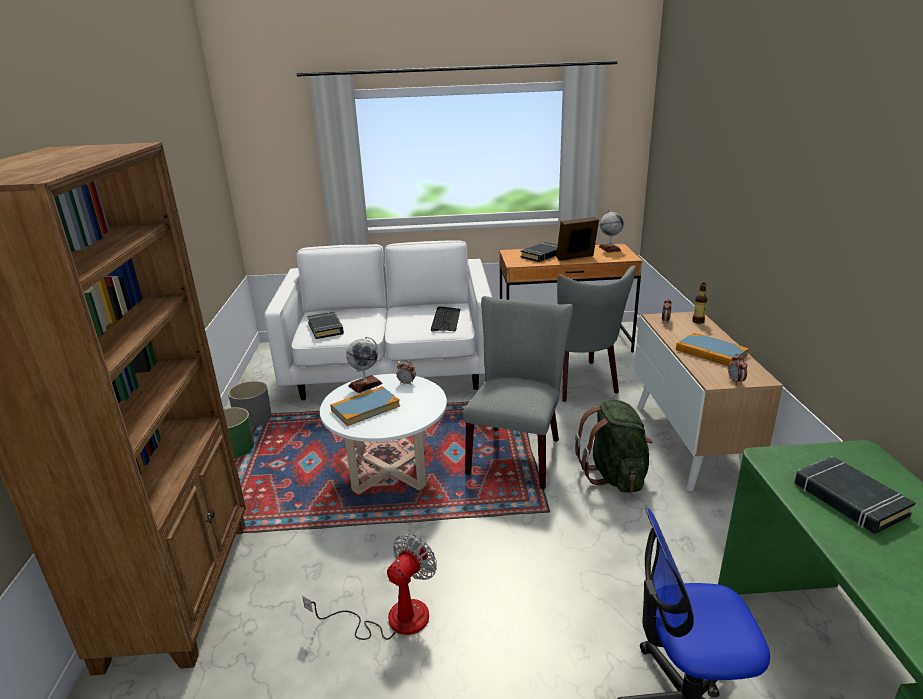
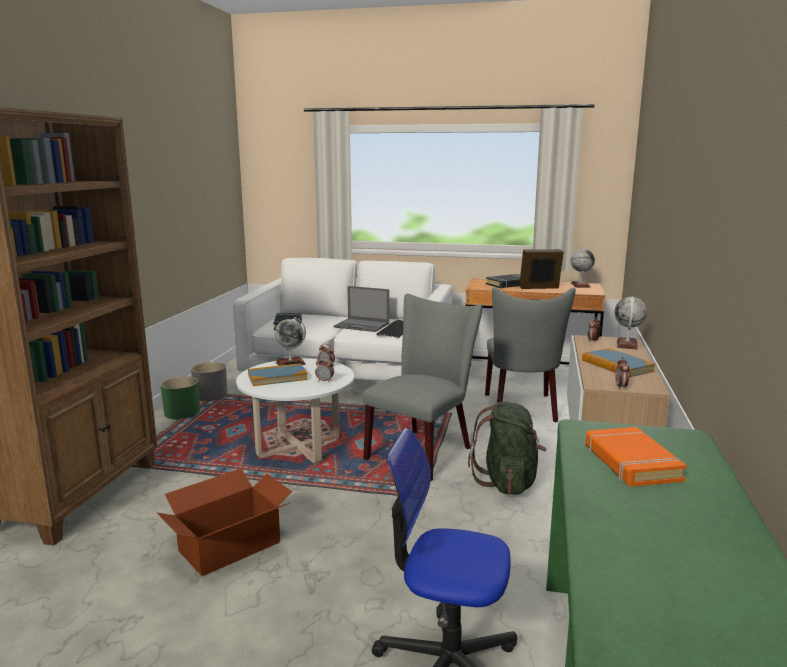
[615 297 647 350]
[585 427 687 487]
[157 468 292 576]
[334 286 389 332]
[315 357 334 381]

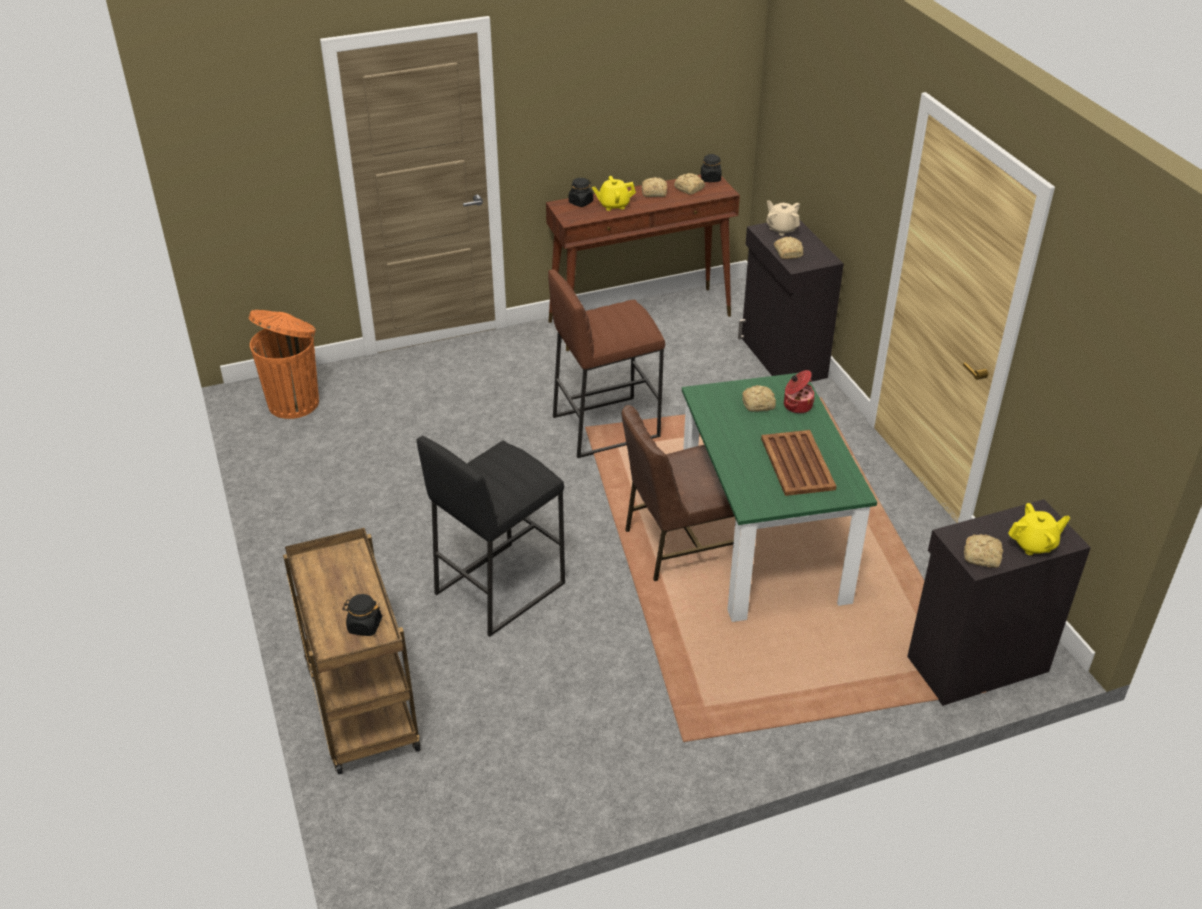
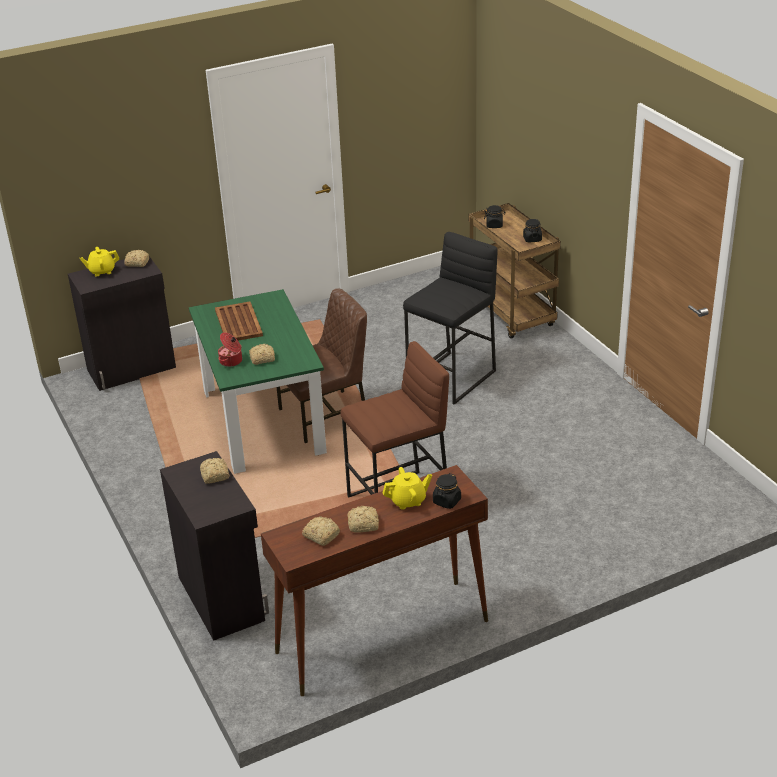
[523 219 542 242]
[767 200 800 236] (first image)
[249 310 319 419] (first image)

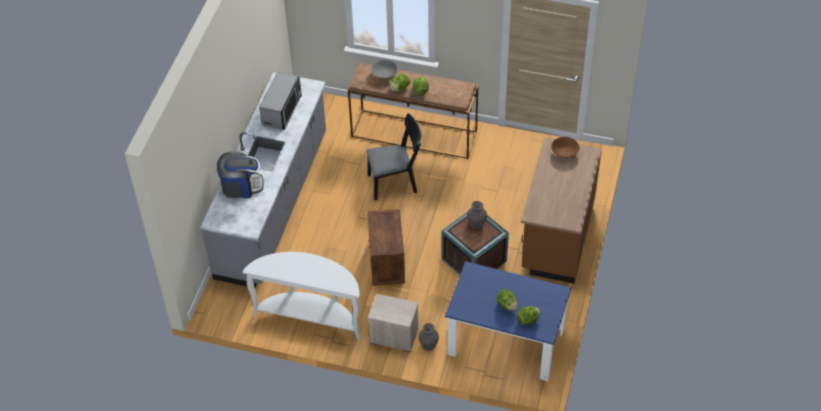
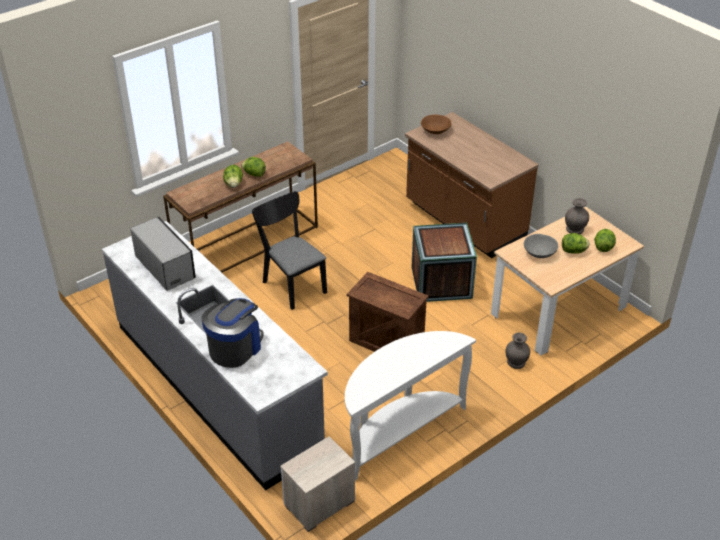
[524 234 559 258]
[252 191 327 310]
[565 198 589 234]
[491 207 644 355]
[280 436 355 532]

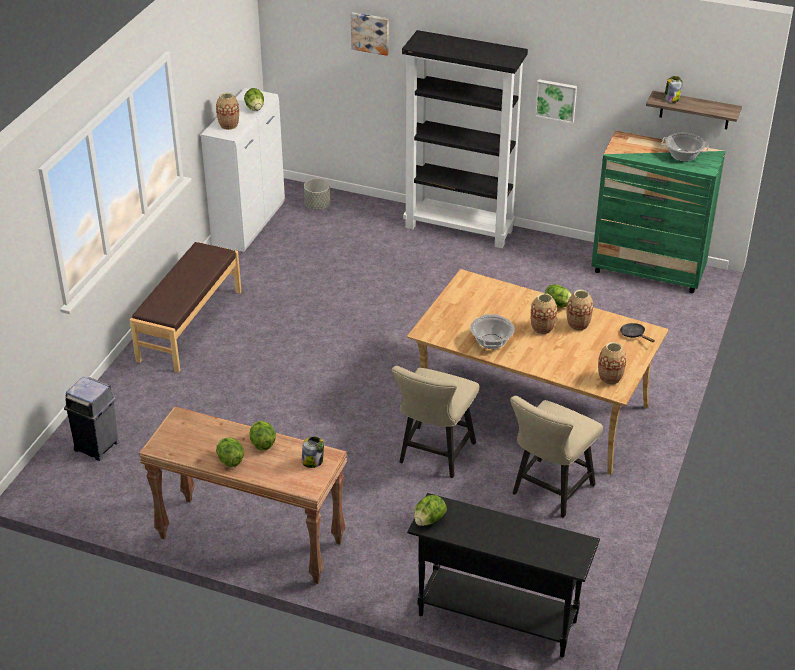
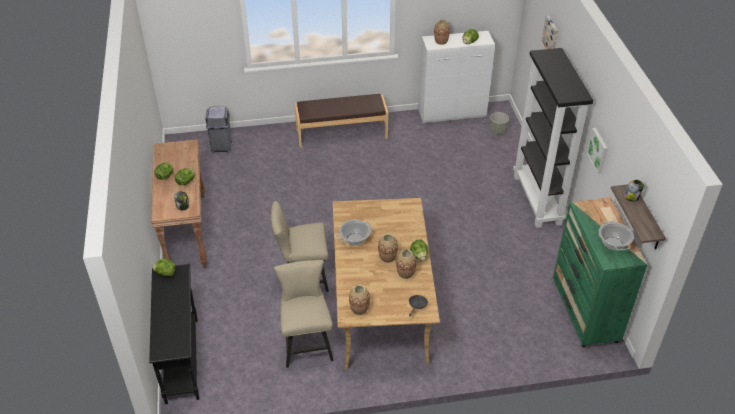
[274 260 334 368]

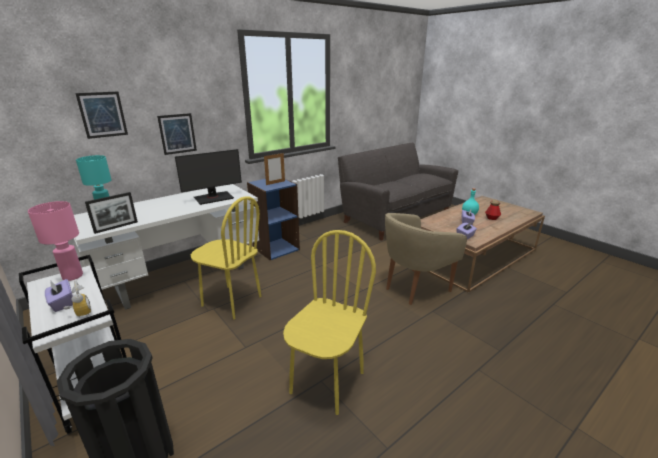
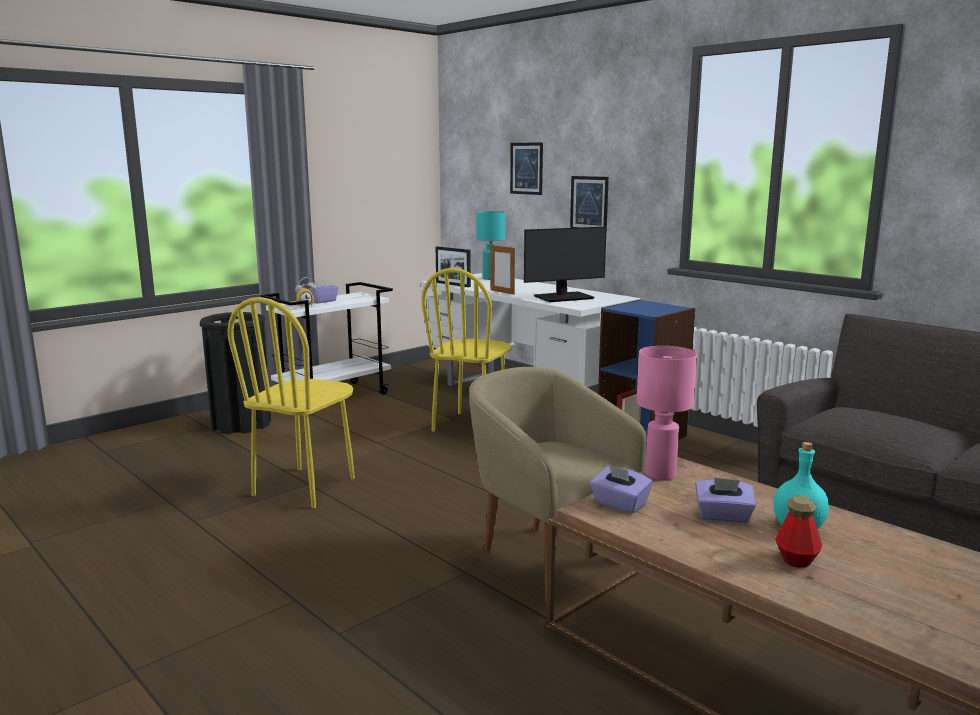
[524 227 607 302]
[491 245 515 295]
[637 346 697 480]
[228 297 355 508]

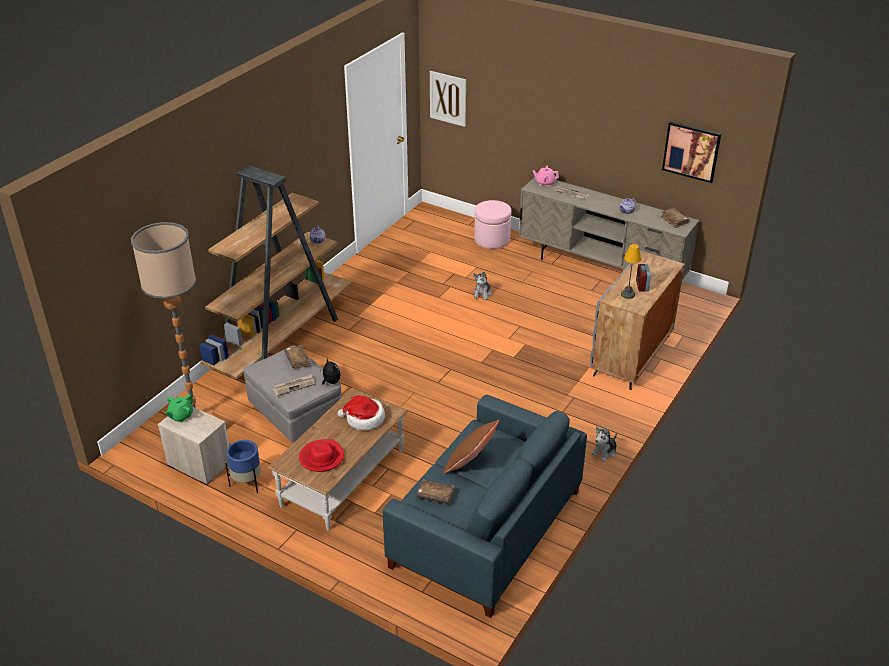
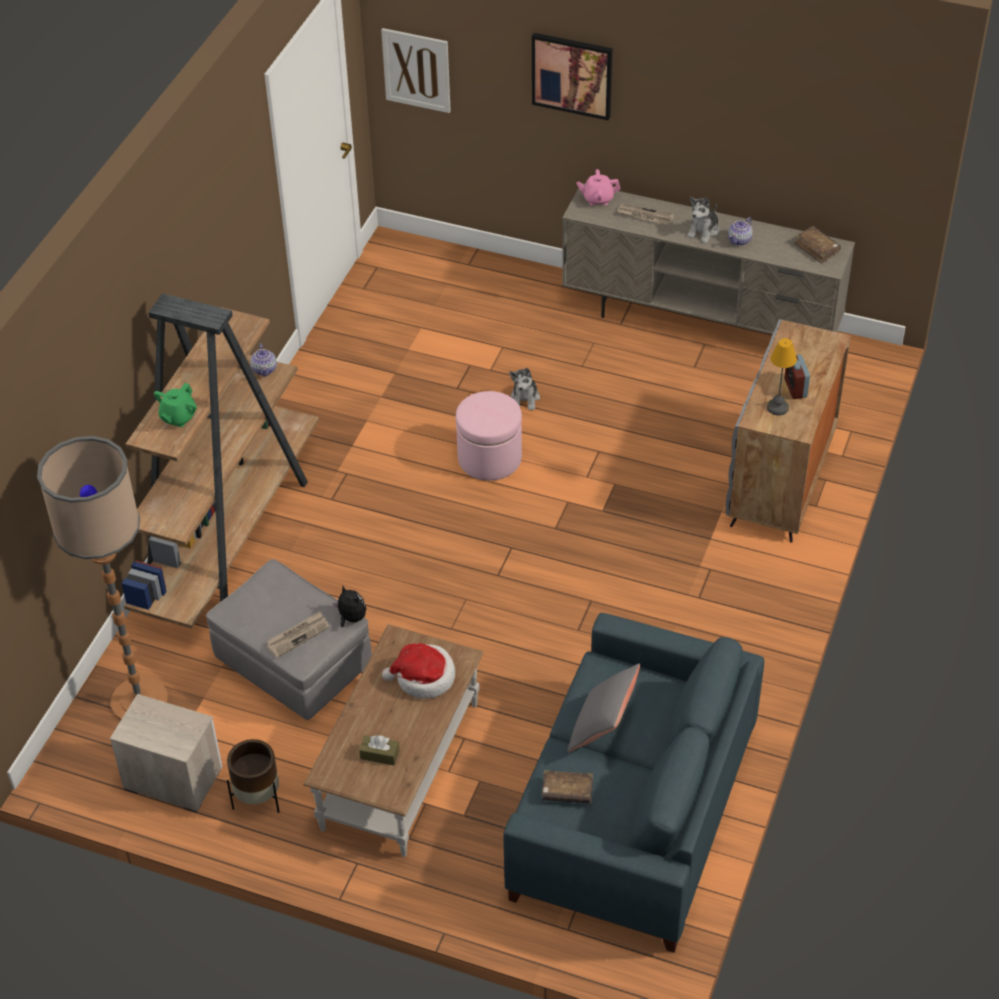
[532 33 612 121]
[456 391 522 481]
[284 345 311 369] (first image)
[154 383 197 427]
[567 663 640 753]
[687 197 719 244]
[359 735 400 765]
[227 739 279 813]

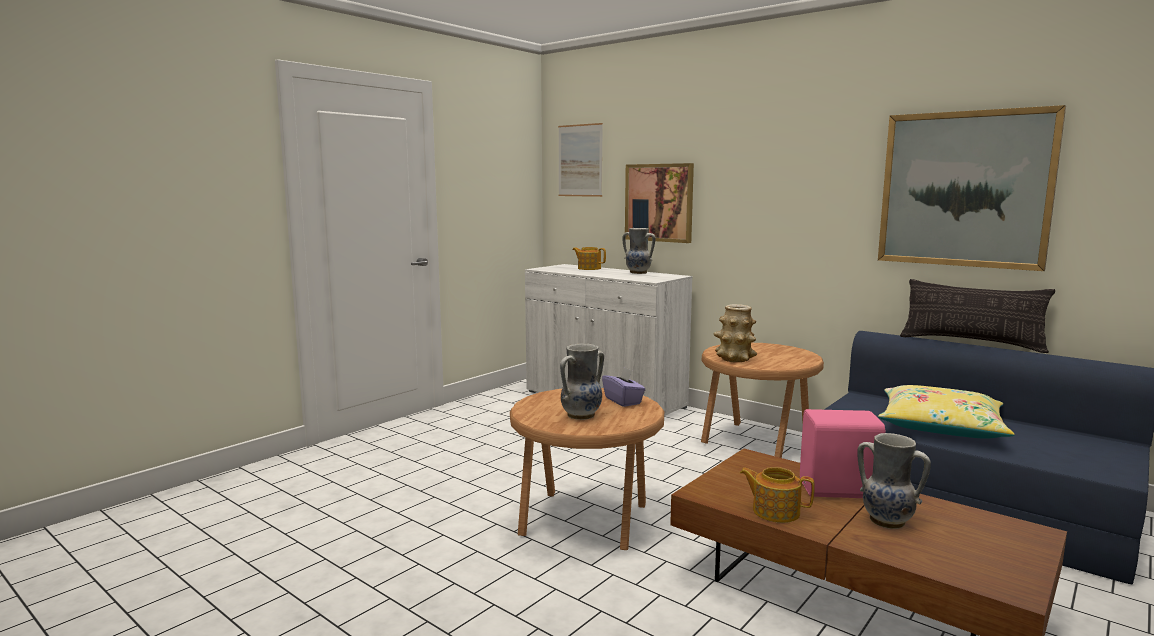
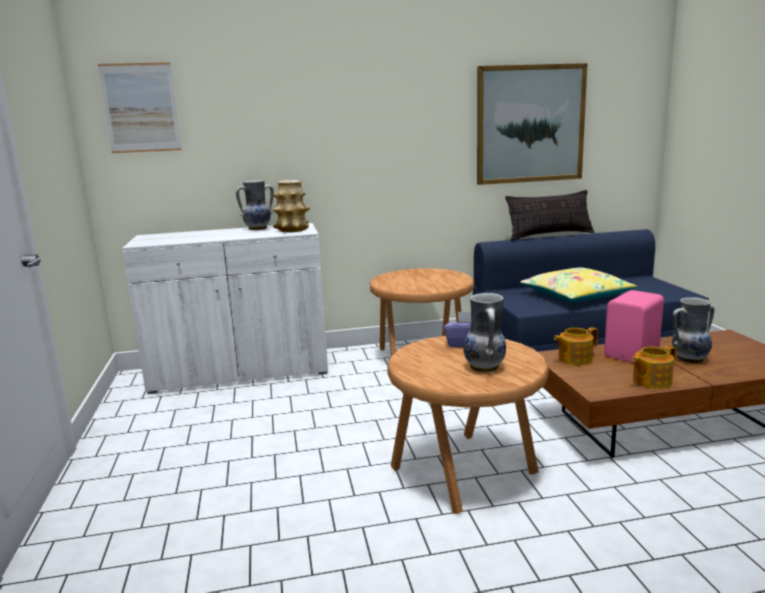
[625 163 694 243] (first image)
[554 327 598 365]
[273 180 310 232]

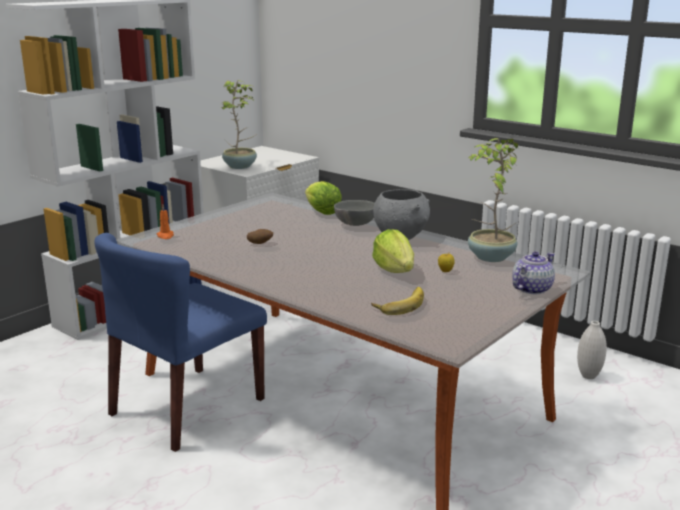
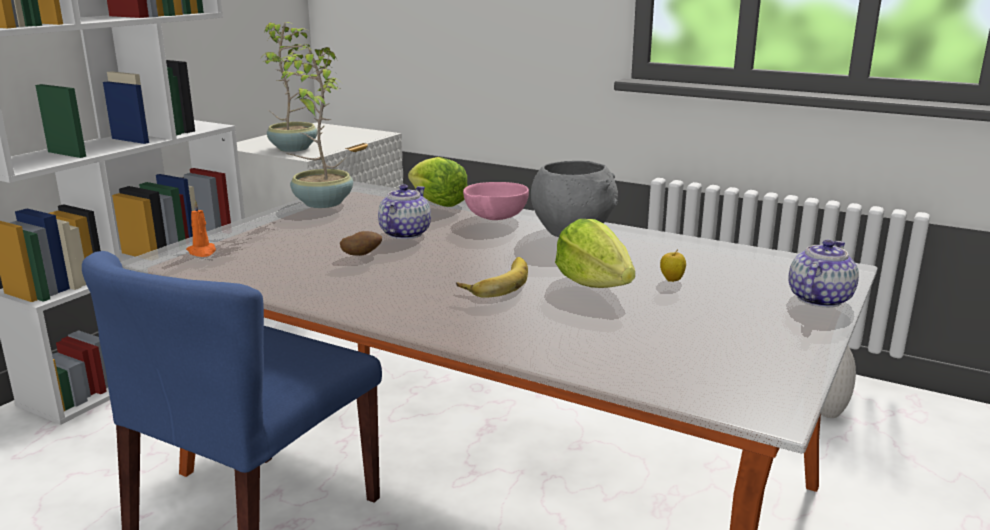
[279 47 353 208]
[463 182 529 220]
[456 257 528 298]
[378 184 431 239]

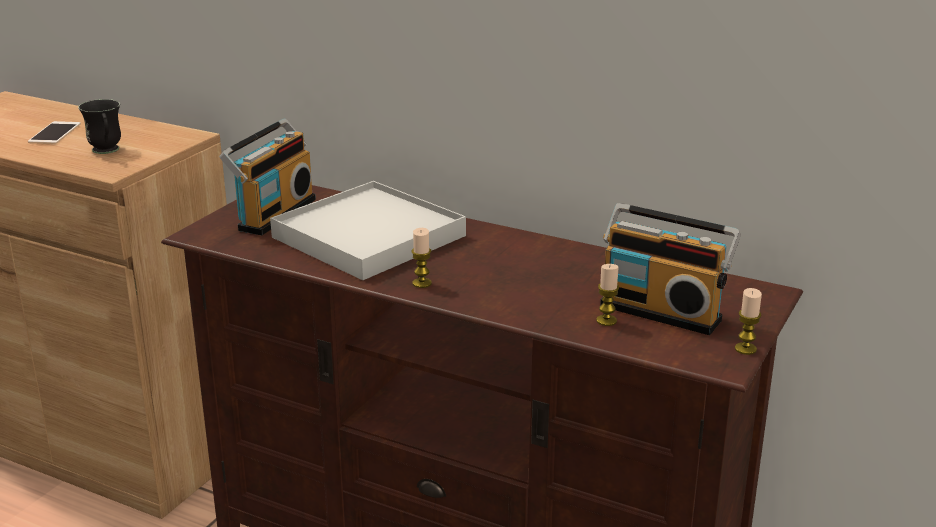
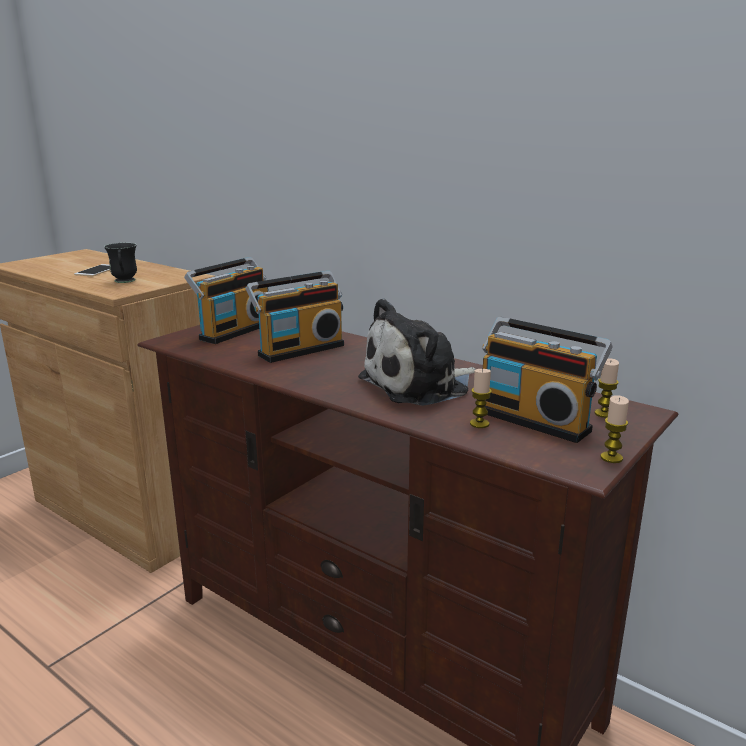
[246 271 344 363]
[594 358 619 418]
[358 298 476 406]

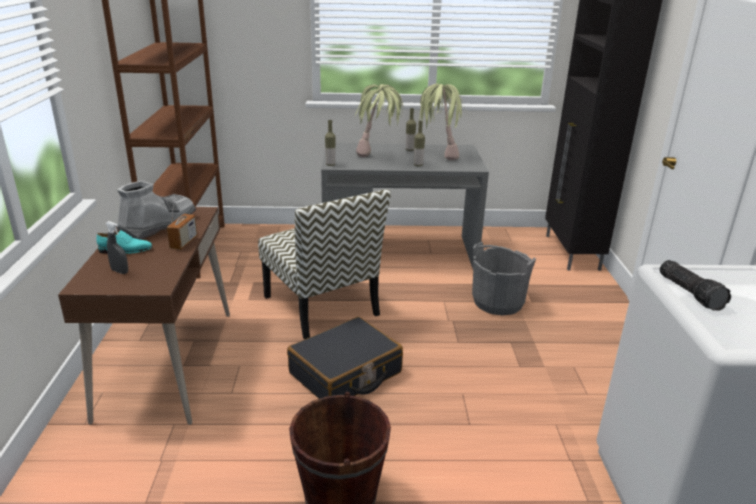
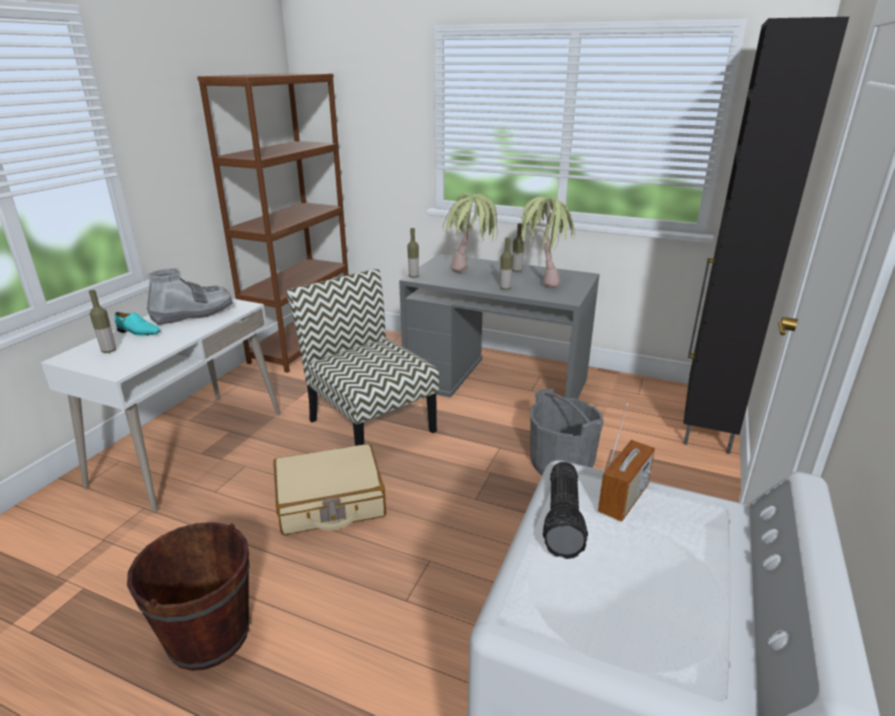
[286 269 439 446]
[598 403 655 522]
[41 299 280 513]
[89 290 116 353]
[274 444 386 535]

